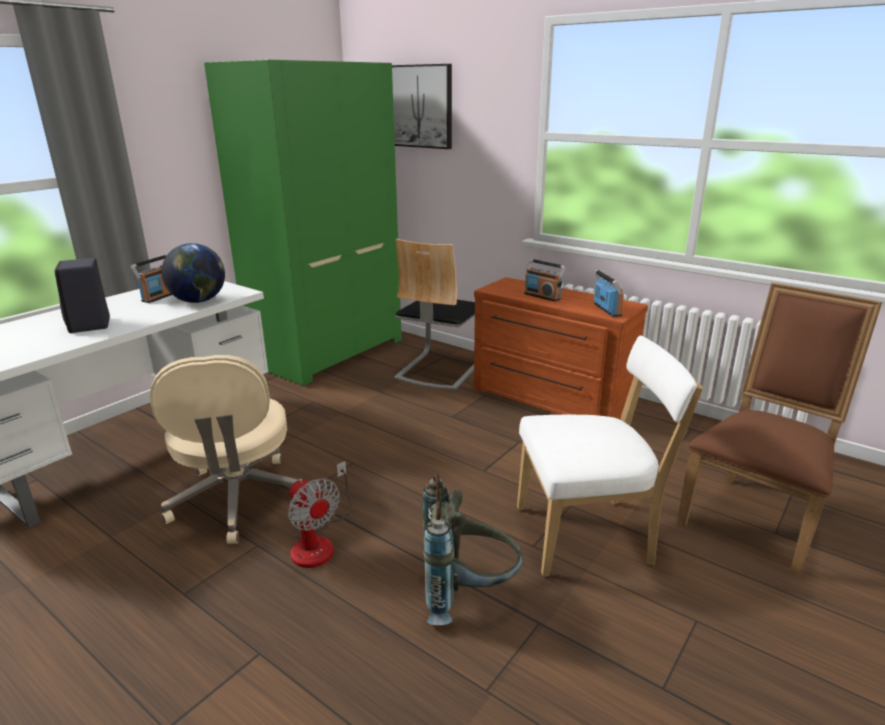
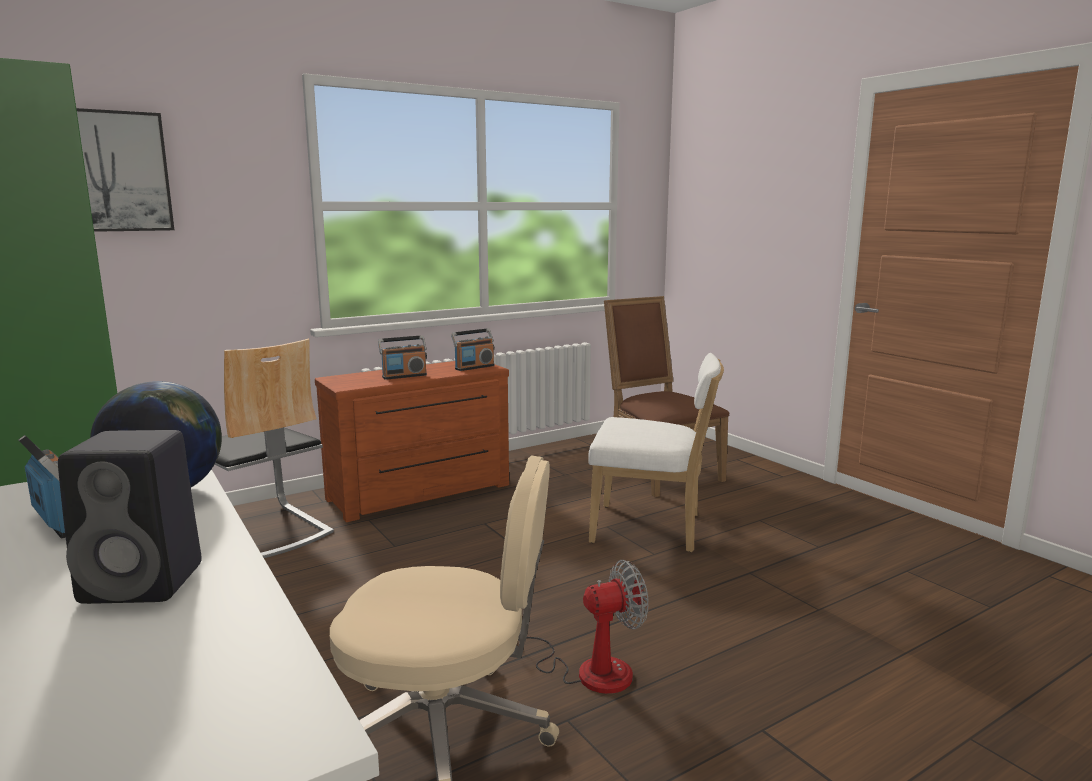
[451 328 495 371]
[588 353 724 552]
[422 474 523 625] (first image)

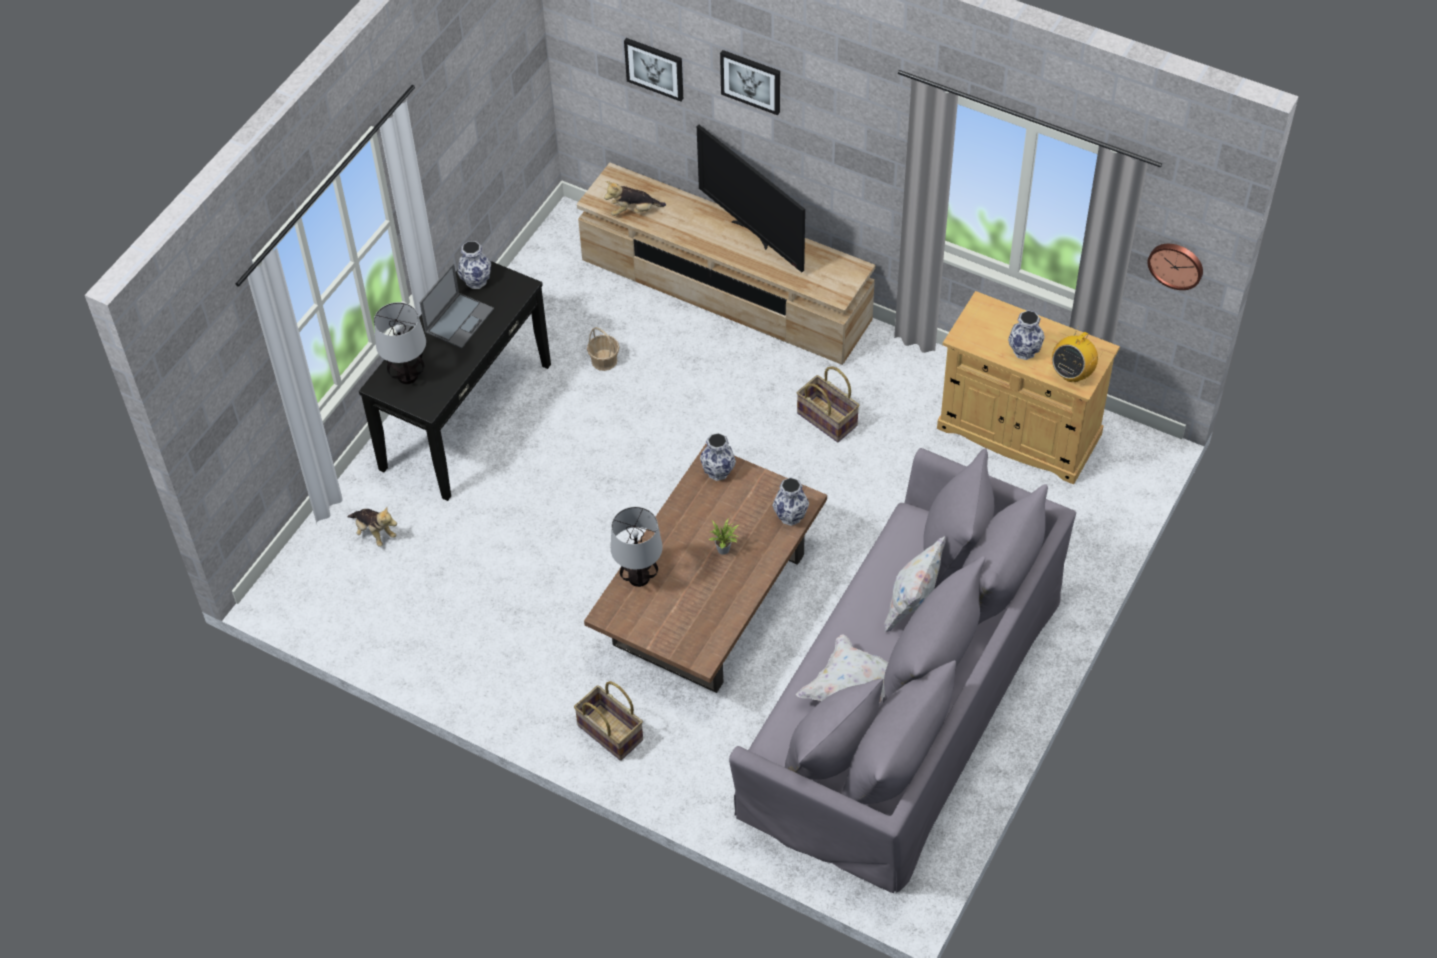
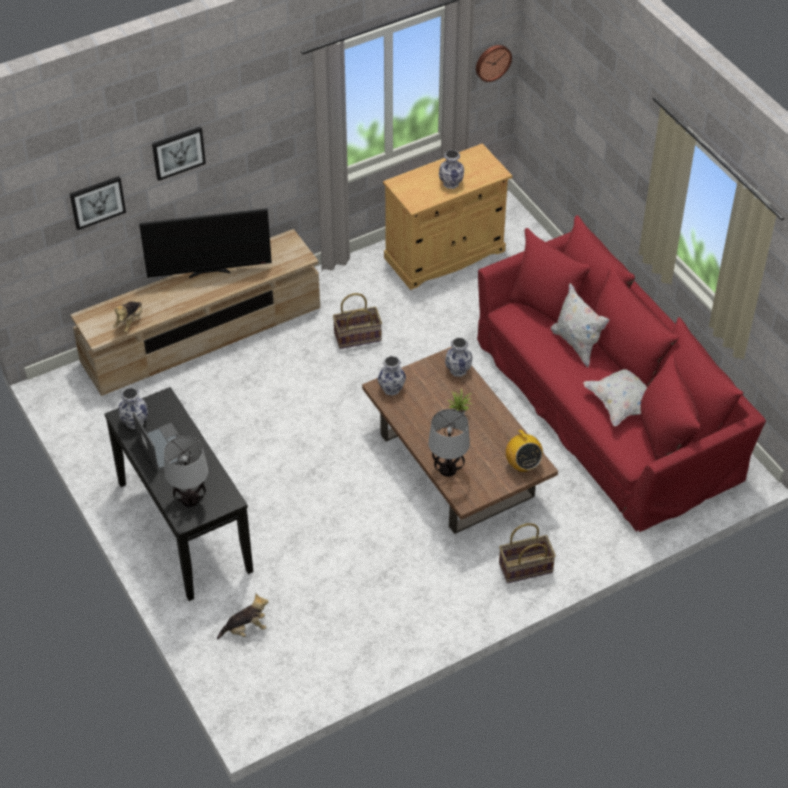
[587 327 619 371] (first image)
[506 430 543 472]
[477 215 766 532]

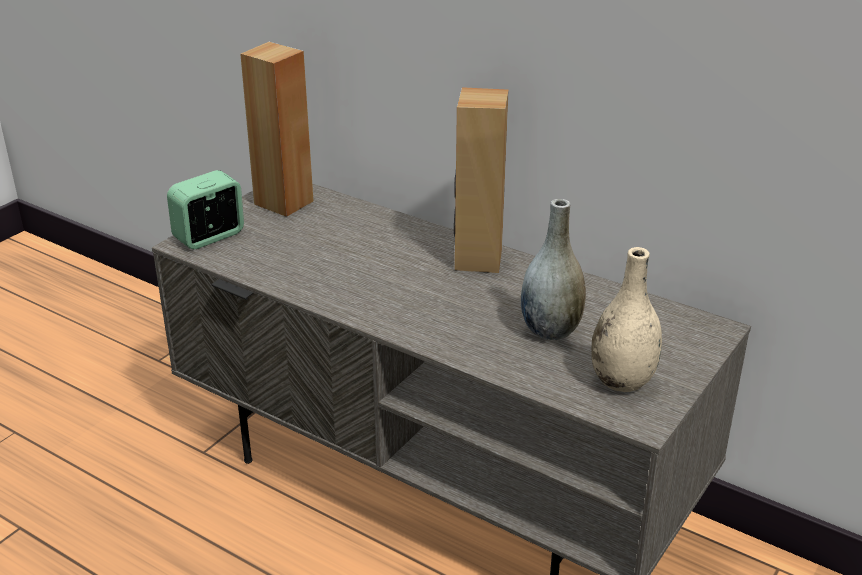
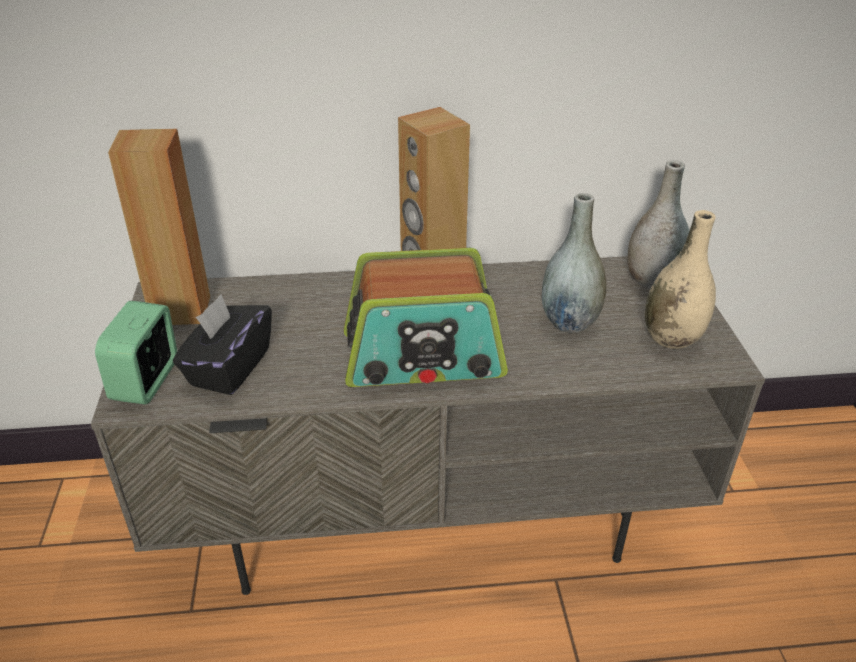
[627 160 689 289]
[344 248 508 387]
[173 294 272 395]

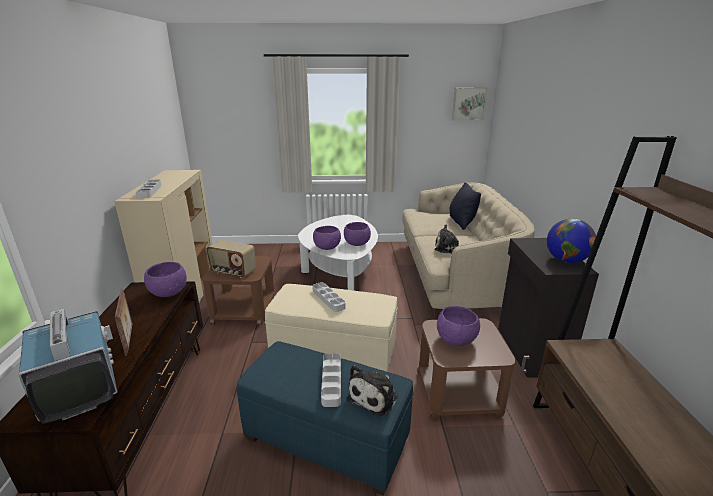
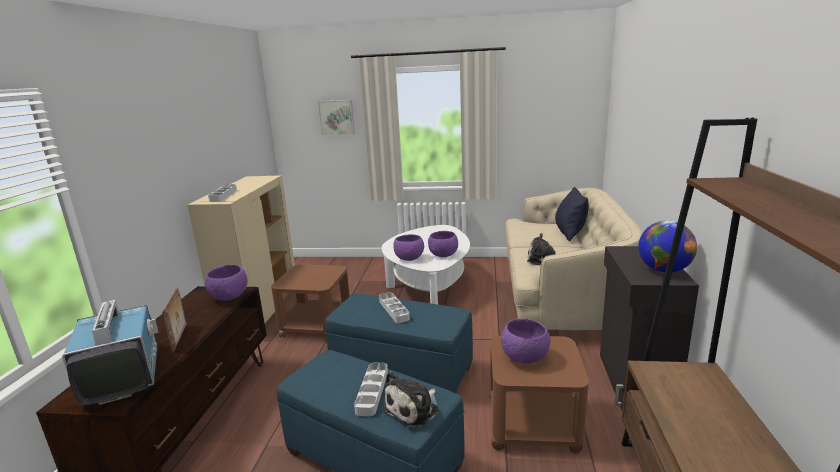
[318 100 355 136]
[206 240 256 278] (first image)
[325 294 473 393]

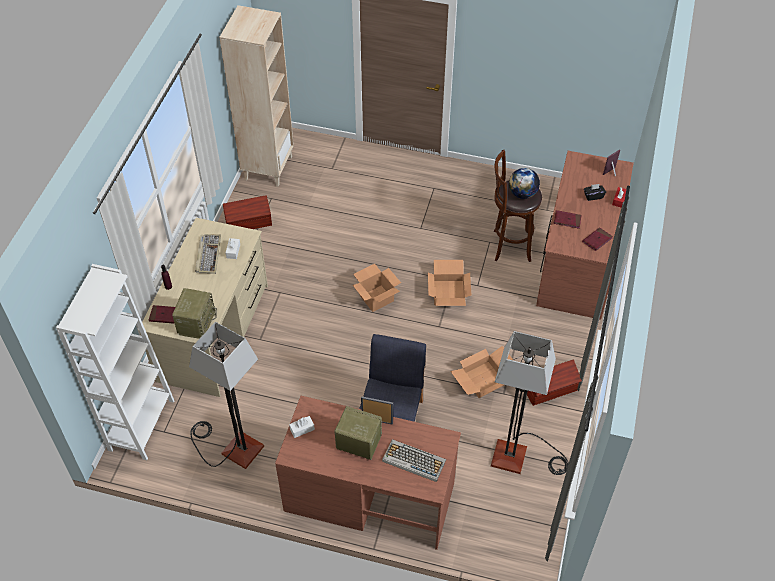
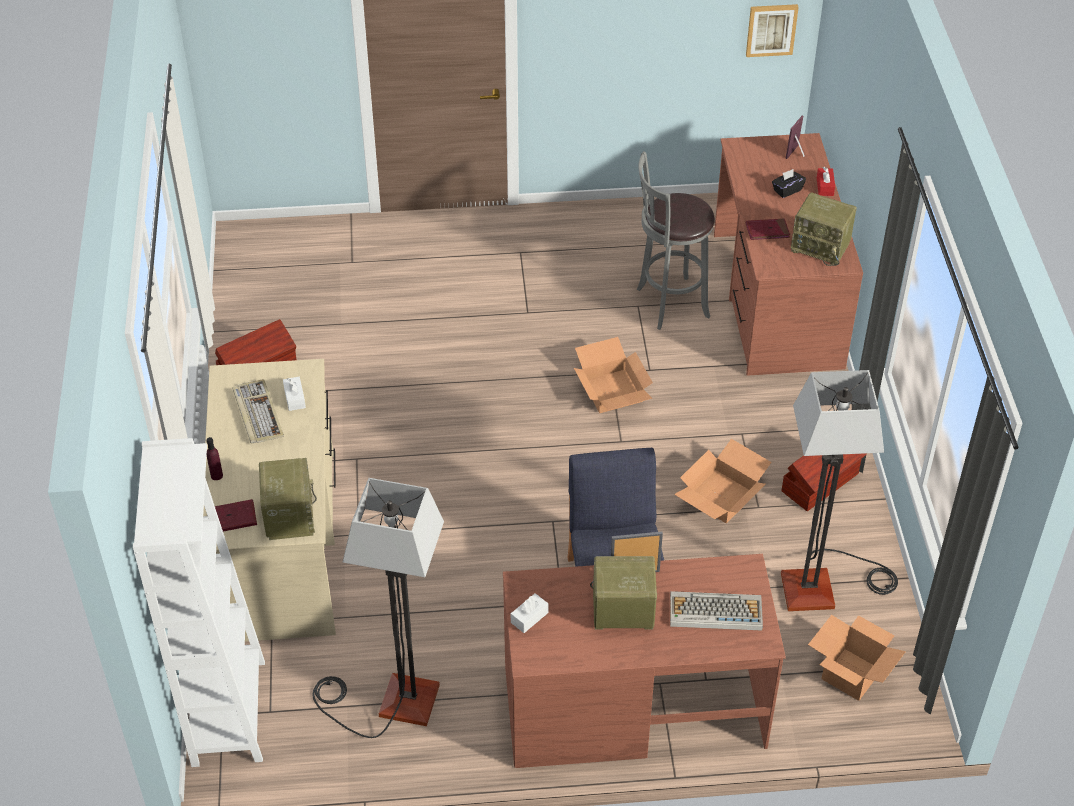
[219 5 294 187] (first image)
[636 151 715 330]
[509 168 540 199] (first image)
[791 192 857 266]
[808 615 906 701]
[746 4 799 57]

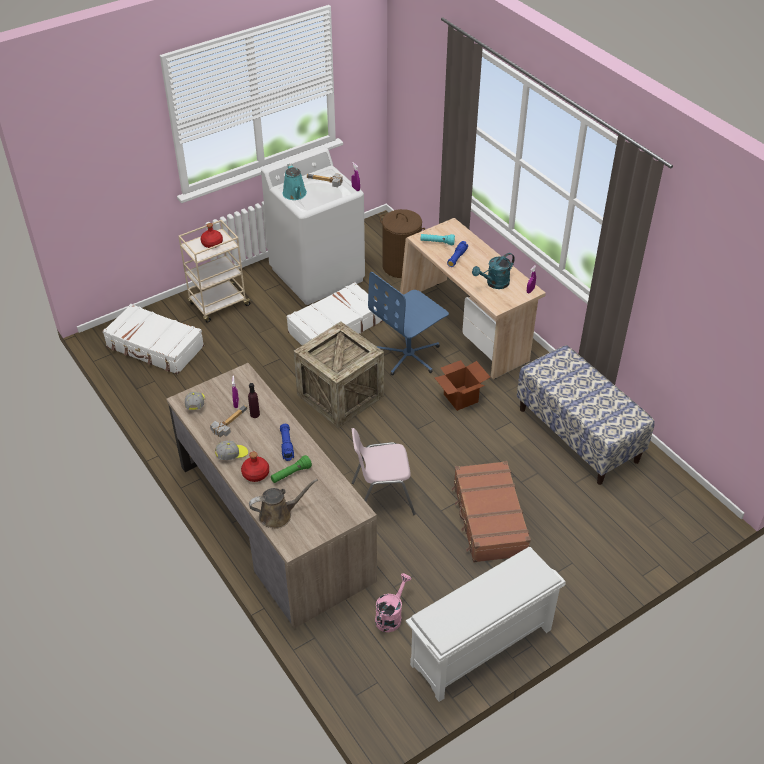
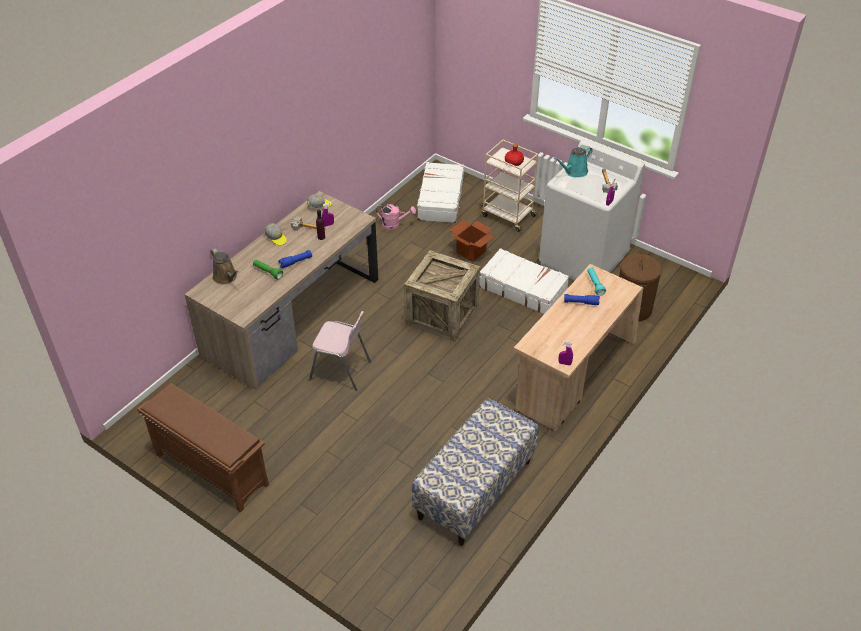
[472 253 515 289] (first image)
[368 272 449 375] (first image)
[450 220 495 262]
[309 311 371 391]
[241 452 269 482] (first image)
[452 461 531 562] (first image)
[137 383 269 513]
[376 204 416 230]

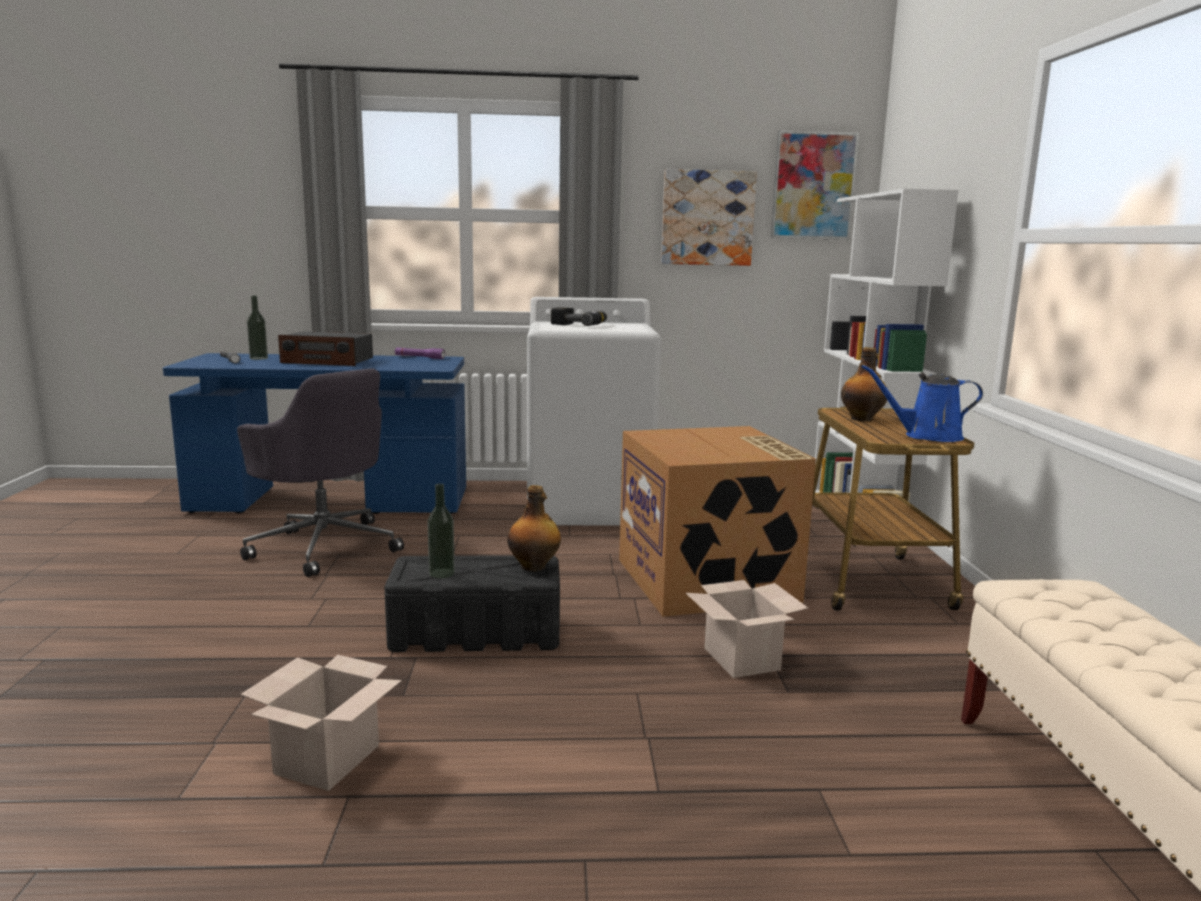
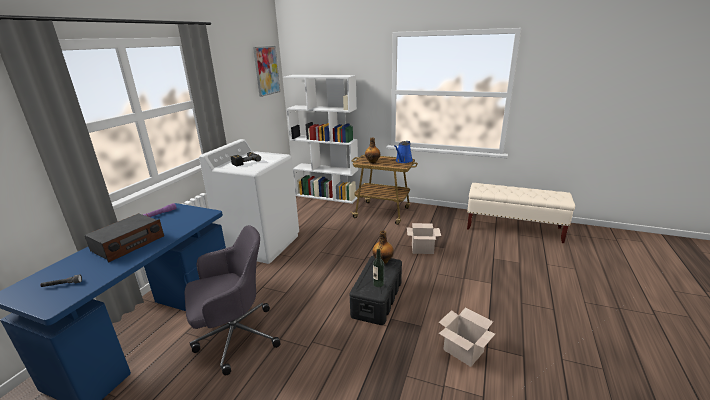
[661 169 757 266] (first image)
[247 296 268 360] (first image)
[619 426 816 617] (first image)

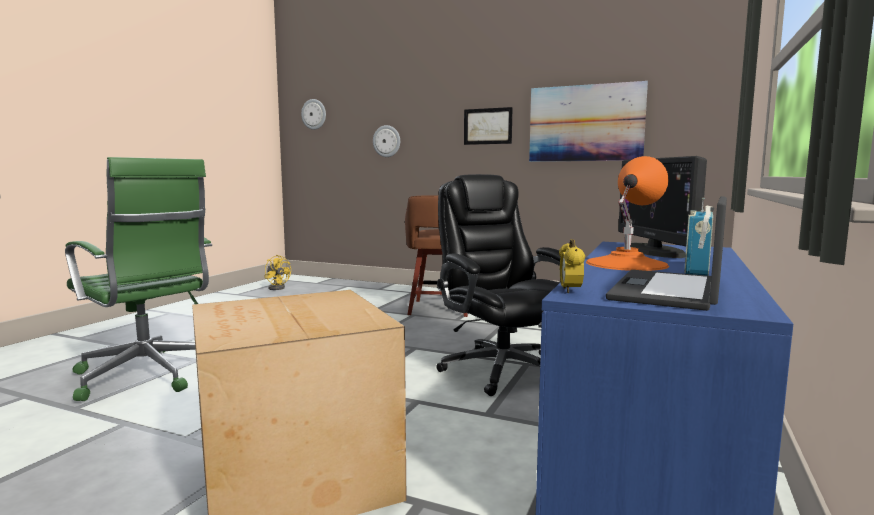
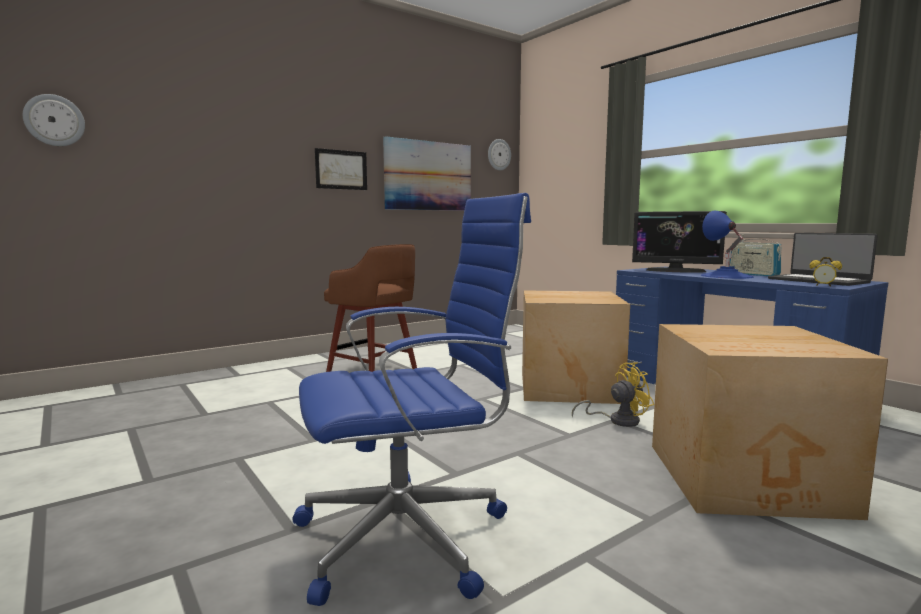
[488 139 511 170]
[701 211 754 279]
[292 193 531 606]
[522 290 630 404]
[572 362 654 427]

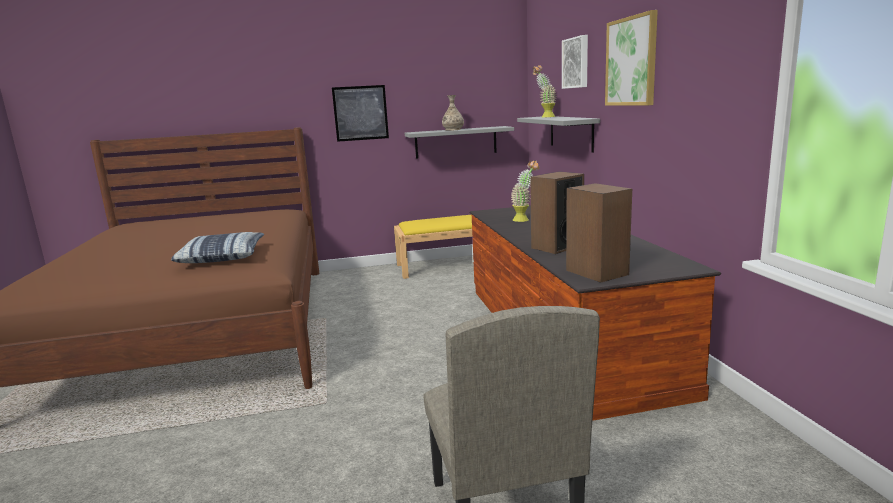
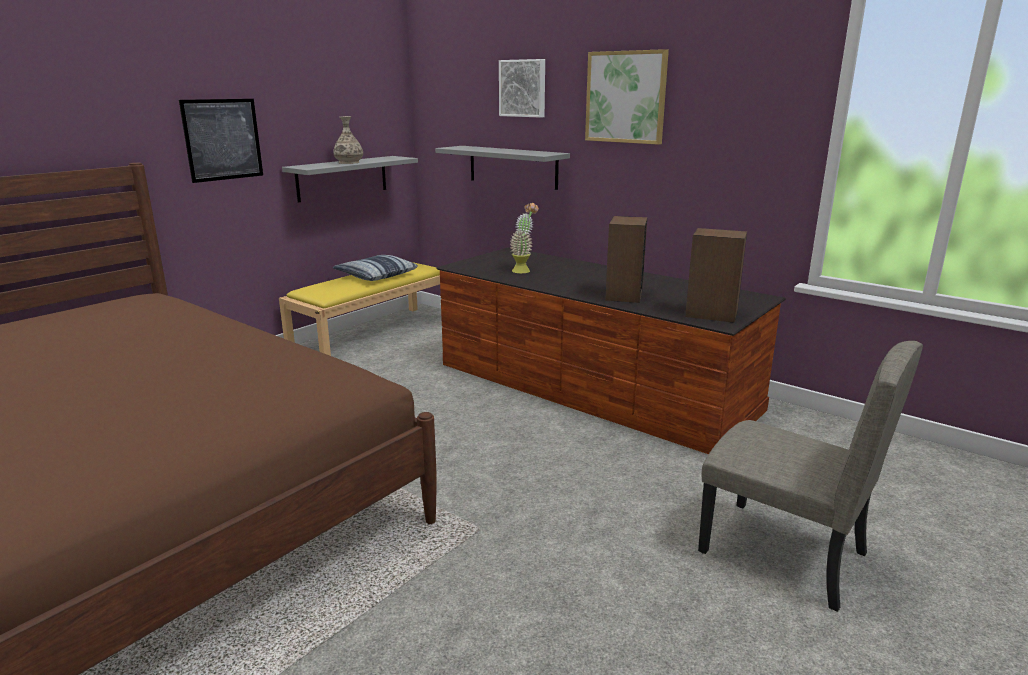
[533 65 556 118] (first image)
[333 255 418 281]

